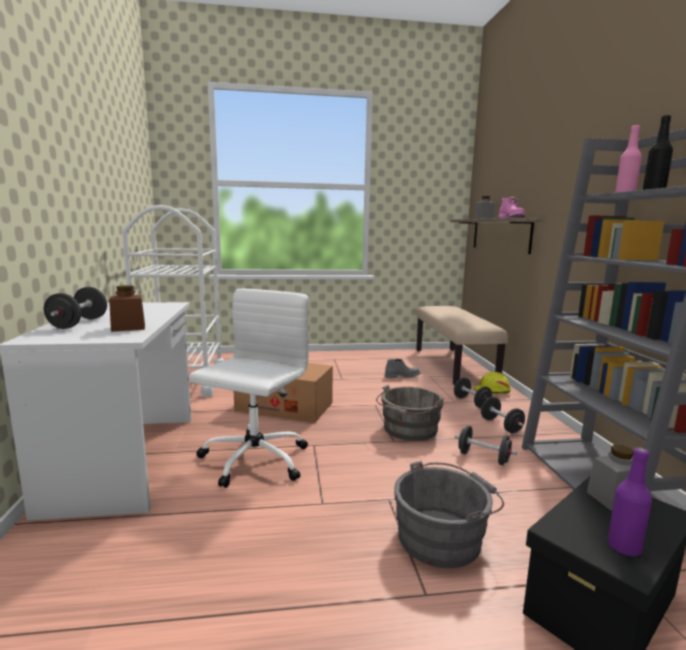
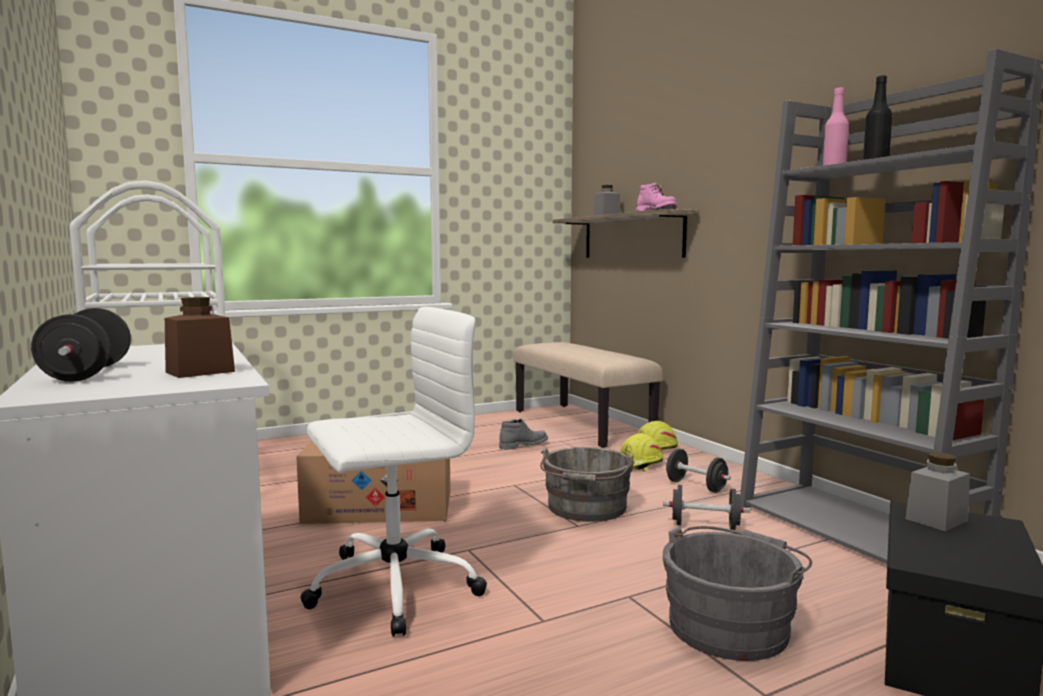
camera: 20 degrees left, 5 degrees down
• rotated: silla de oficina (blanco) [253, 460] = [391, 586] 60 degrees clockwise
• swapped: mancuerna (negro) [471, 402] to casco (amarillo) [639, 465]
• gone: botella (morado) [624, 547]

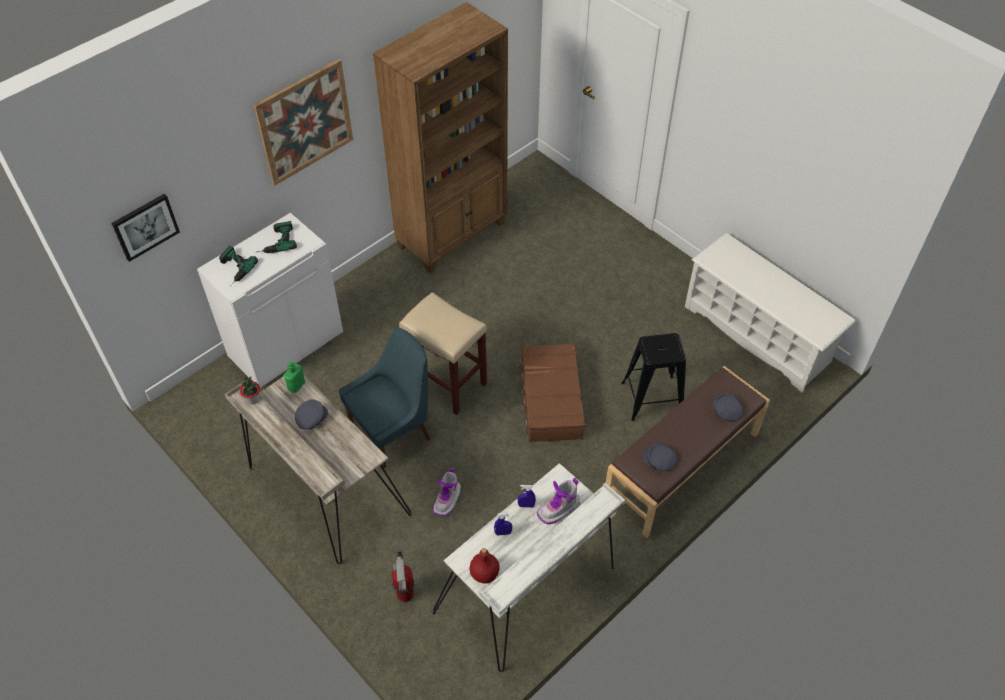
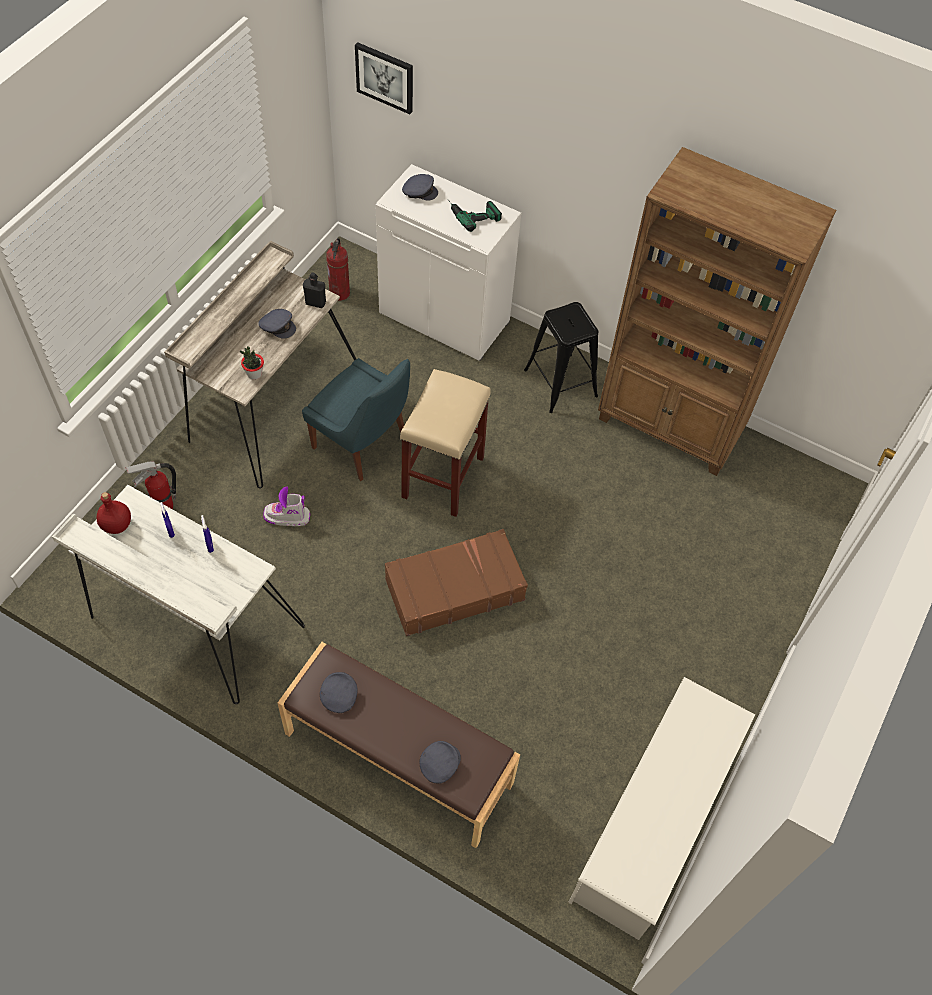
camera: 70 degrees right, 5 degrees up
• swapped: taladro [233, 270] to gorra (gris) [419, 191]
• shifted: planta en maceta [253, 399] to [254, 374]
• gone: cuadro [305, 122]
• repainted: botella (verde) [296, 385] to botella (negro) [315, 303]
• gone: bota [559, 509]
• shifted: taburete (negro) [652, 398] to [560, 383]
• new: extintor [340, 293]

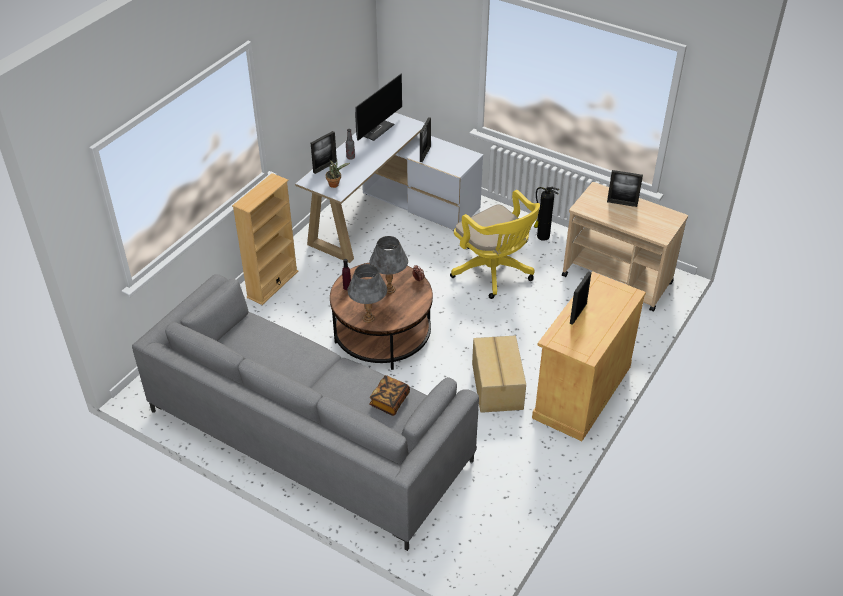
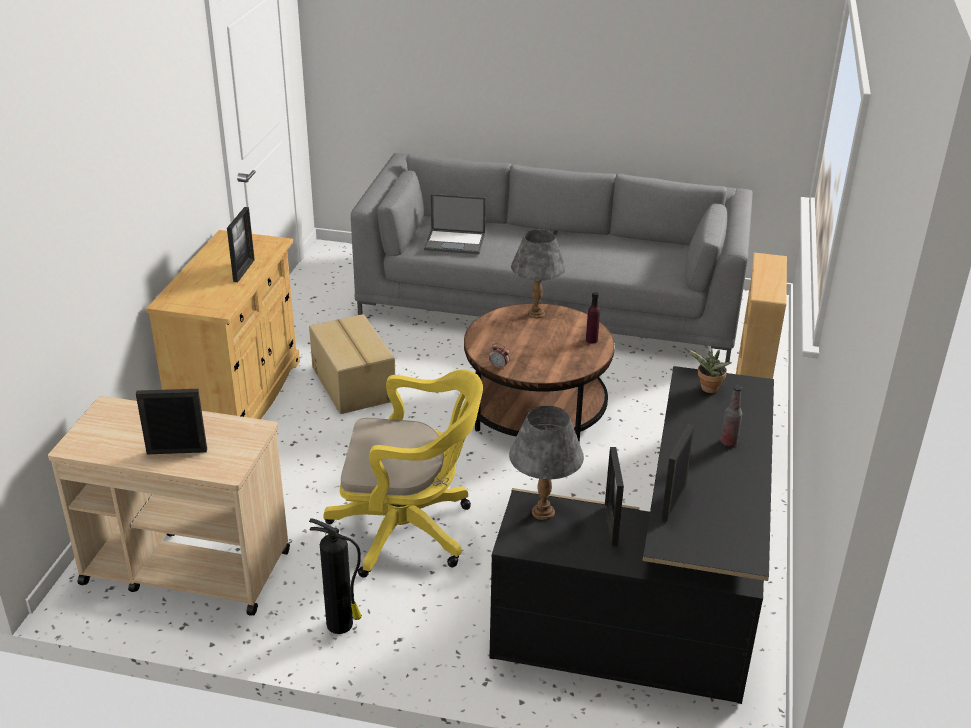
camera: 160 degrees right, 10 degrees down
• repainted: escritorio (blanco) [388, 215] to escritorio (negro) [659, 599]
• shifted: portarretratos [325, 167] to [673, 502]
• gone: monitor [375, 129]
• swapped: libro [389, 401] to portátil [455, 242]
• shifted: lámpara de mesa (gris) [389, 289] to [543, 512]
• rotated: silla de oficina (amarillo) [494, 273] = [409, 530] 150 degrees clockwise

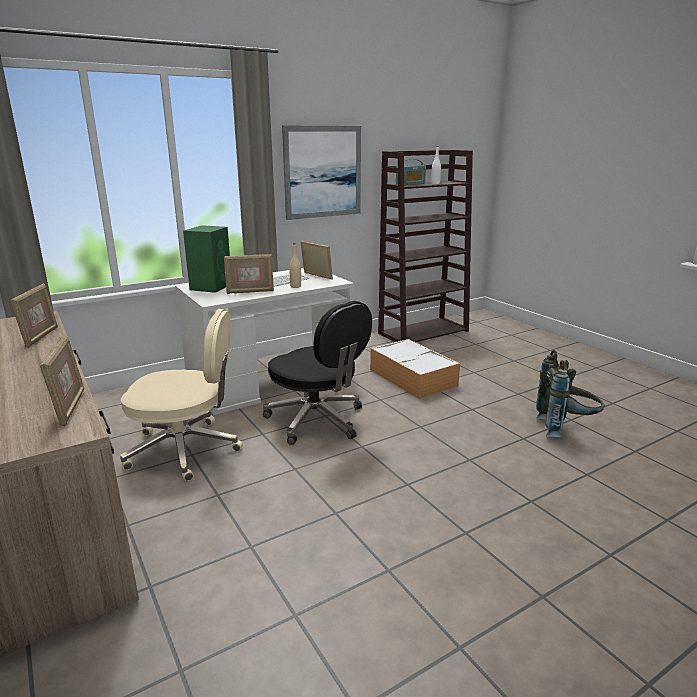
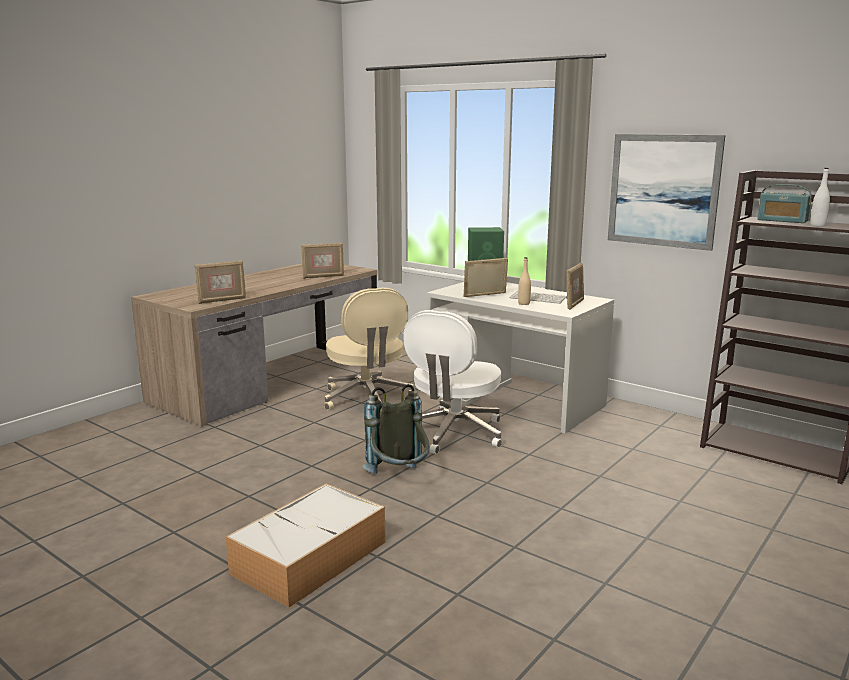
camera: 70 degrees right, 5 degrees down
• rotated: portarretratos [250, 292] = [485, 295] 105 degrees clockwise
• repainted: silla de oficina (negro) [317, 420] to silla de oficina (blanco) [454, 433]
• shifted: caja de almacenaje [413, 378] to [309, 559]
• shifted: mochila (gris) [565, 428] to [399, 478]

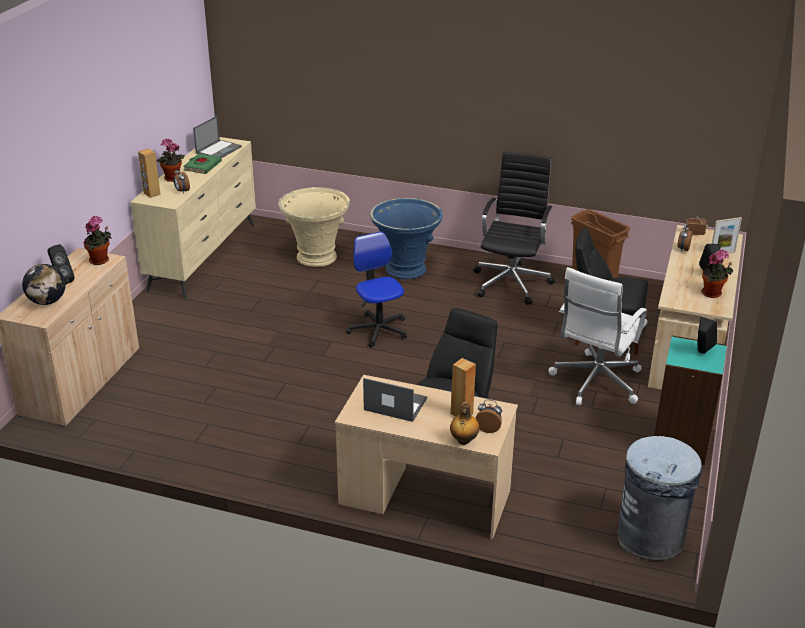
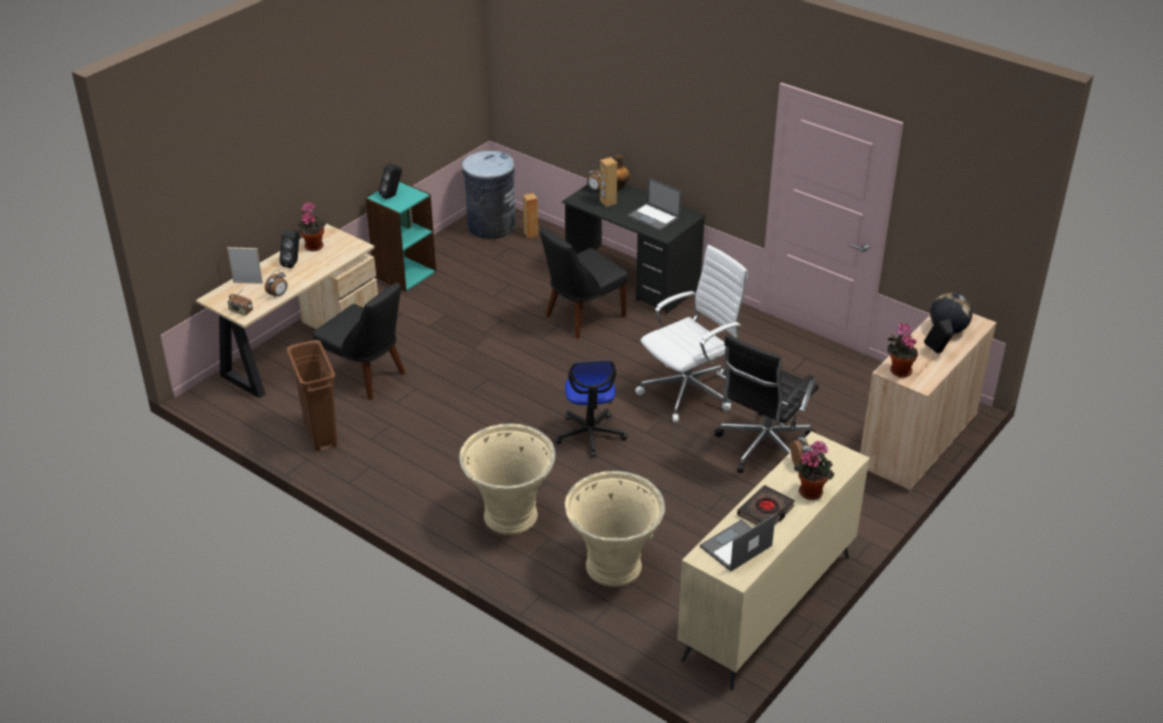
camera: 160 degrees left, 5 degrees up
• shifted: altavoz (marrón) [151, 194] to [531, 234]
• repainted: libro (verde) [202, 166] to libro (negro) [766, 511]
• repainted: escritorio (beis) [424, 497] to escritorio (negro) [632, 279]
• repainted: maceta (azul) [406, 269] to maceta (beis) [509, 517]
• shifted: silla de oficina (negro) [512, 282] to [763, 447]
• shifted: silla de oficina (blanco) [595, 382] to [689, 391]

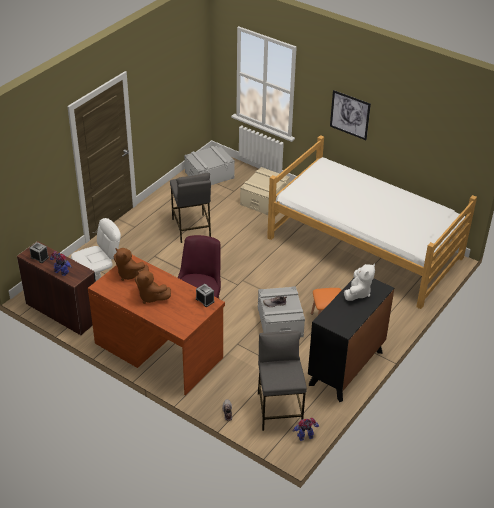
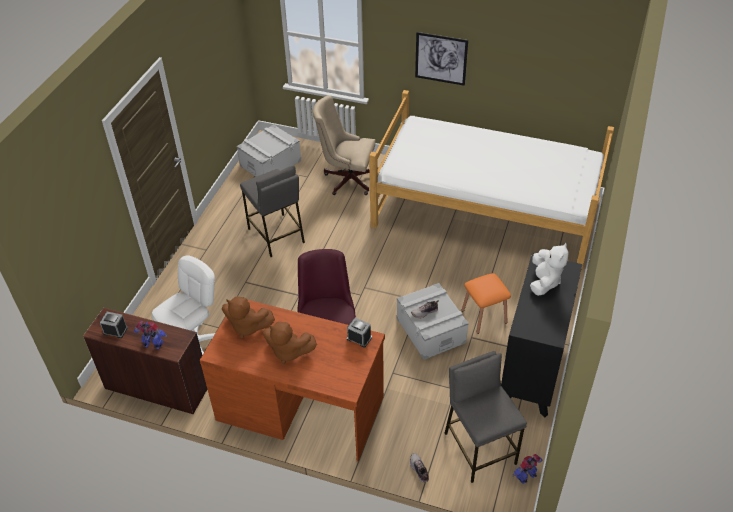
camera: 15 degrees left, 5 degrees up
• swapped: caja de almacenaje (beis) [264, 199] to silla de oficina (beis) [347, 179]

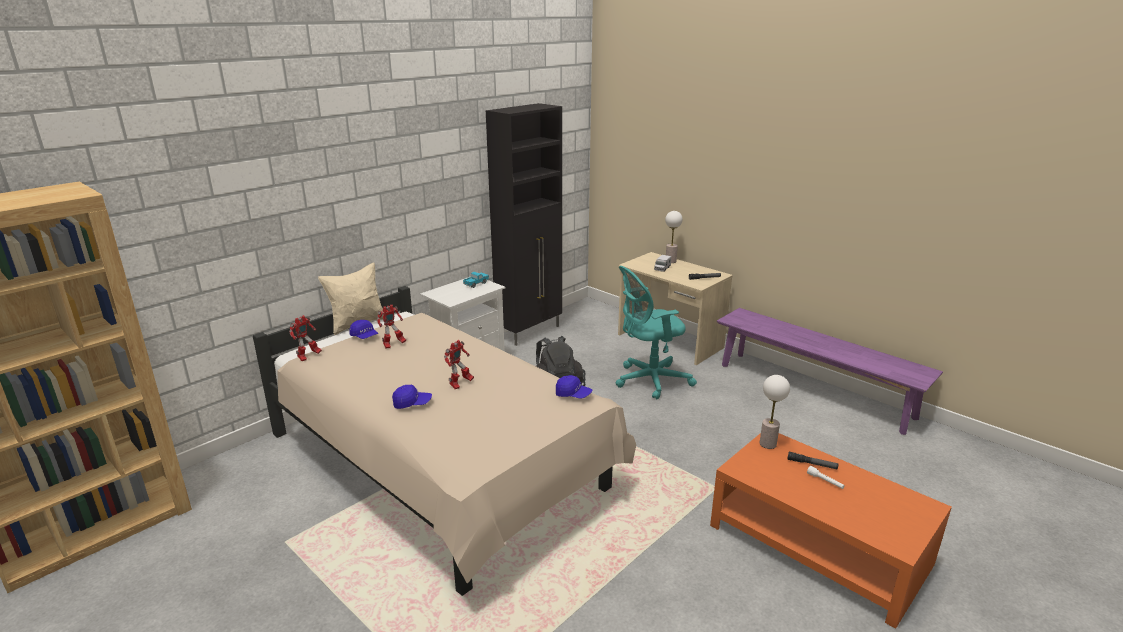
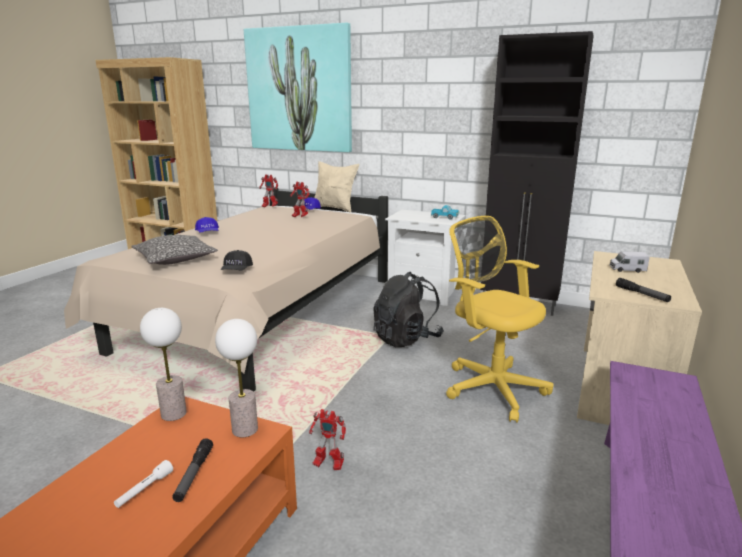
camera: 70 degrees right, 5 degrees down
• shifted: robot de juguete [460, 384] to [327, 465]
• repainted: gorra (azul) [573, 394] to gorra (negro) [237, 270]
• repainted: silla de oficina (turquesa) [649, 380] to silla de oficina (amarillo) [491, 387]
• shifted: lámpara de mesa [670, 261] to [173, 413]
• new: cojín [175, 259]
• new: cuadro [299, 90]

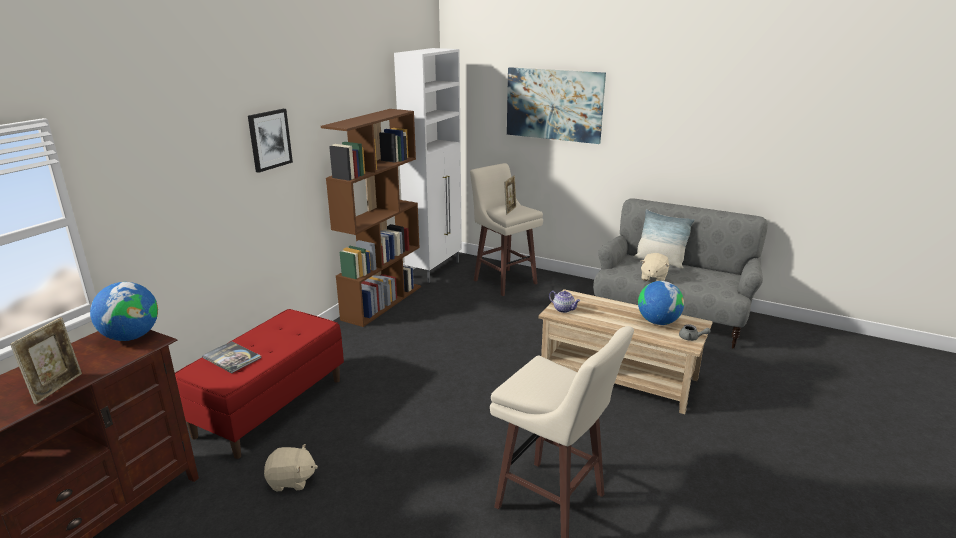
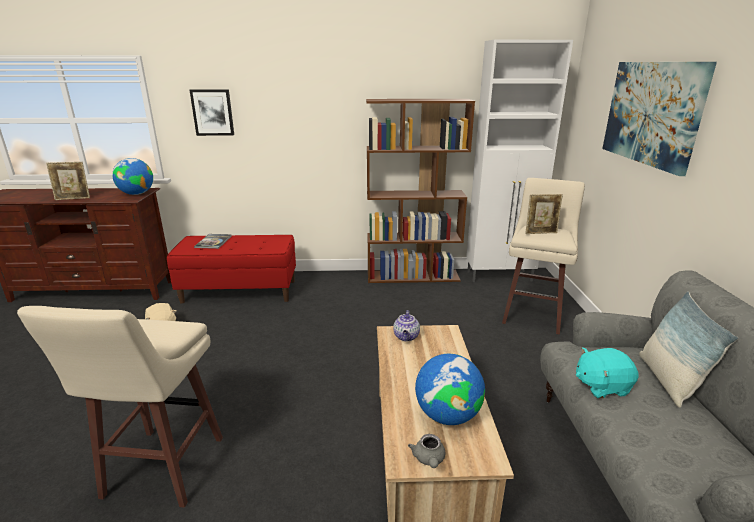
camera: 60 degrees right, 0 degrees up
• shifted: cuadro [269, 139] to [212, 112]
• repainted: peluche (beis) [653, 278] to peluche (turquesa) [601, 386]

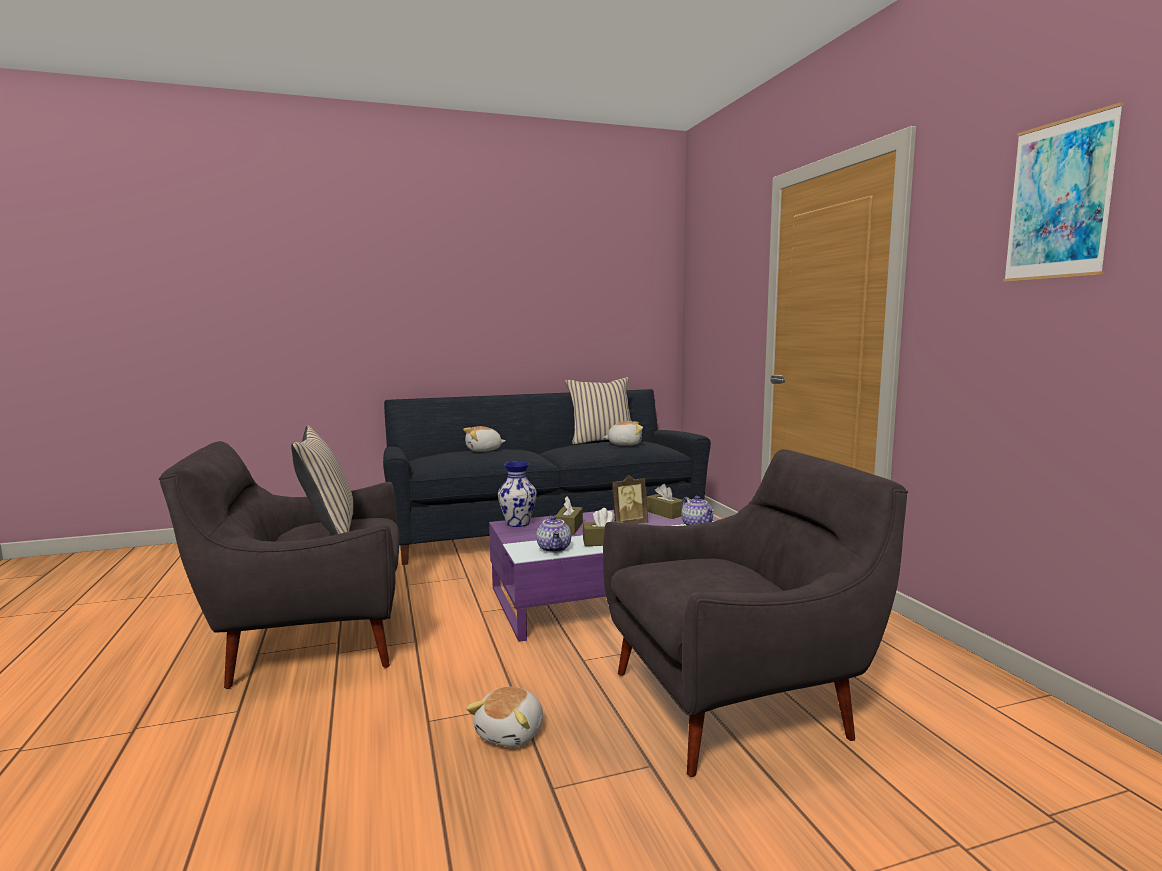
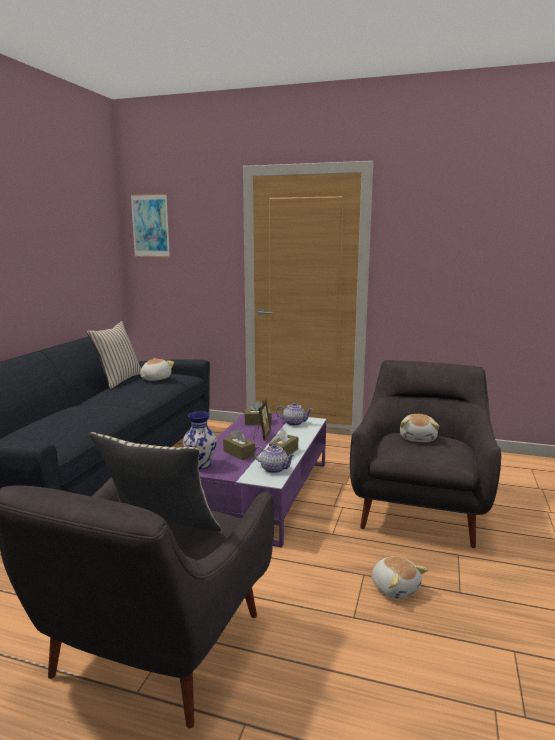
camera: 55 degrees left, 5 degrees up
• shifted: peluche [484, 450] to [418, 438]
• shifted: cuadro [1059, 200] to [150, 226]

